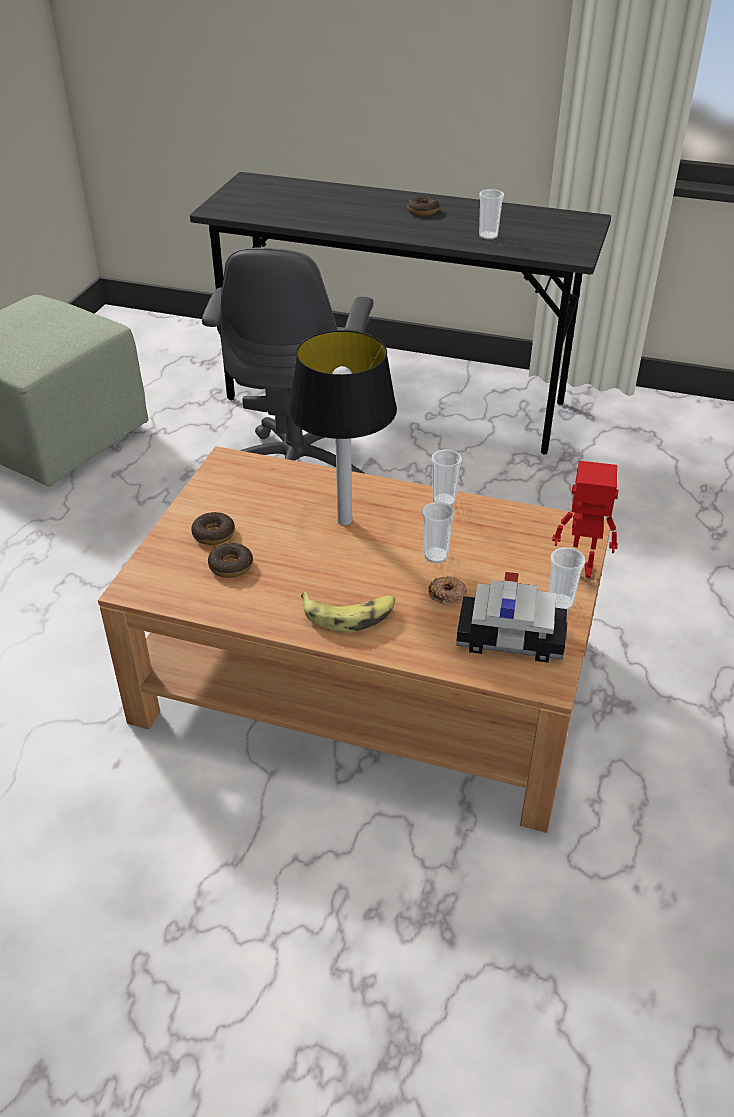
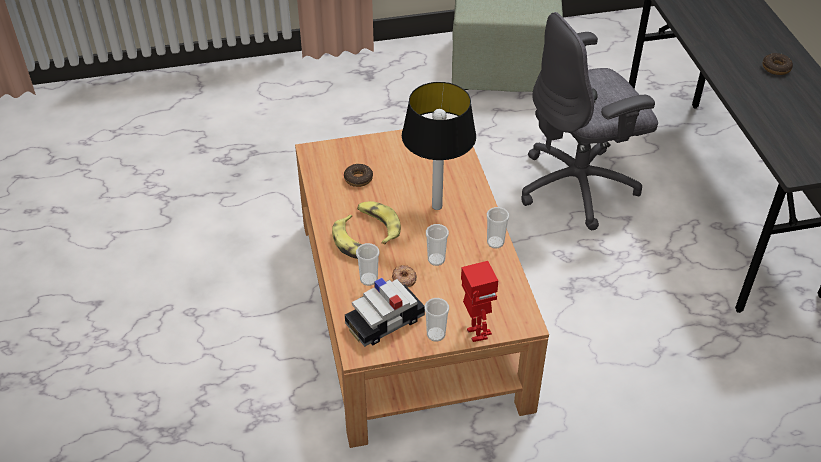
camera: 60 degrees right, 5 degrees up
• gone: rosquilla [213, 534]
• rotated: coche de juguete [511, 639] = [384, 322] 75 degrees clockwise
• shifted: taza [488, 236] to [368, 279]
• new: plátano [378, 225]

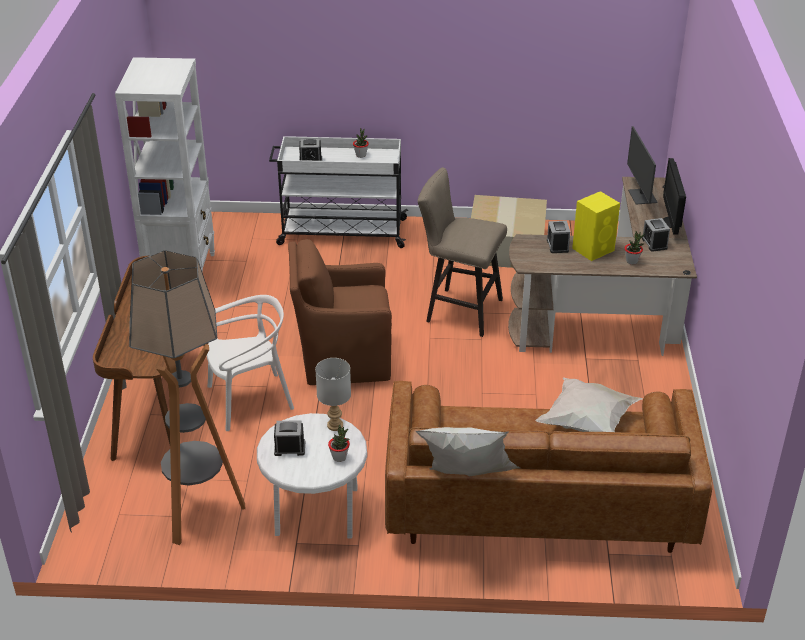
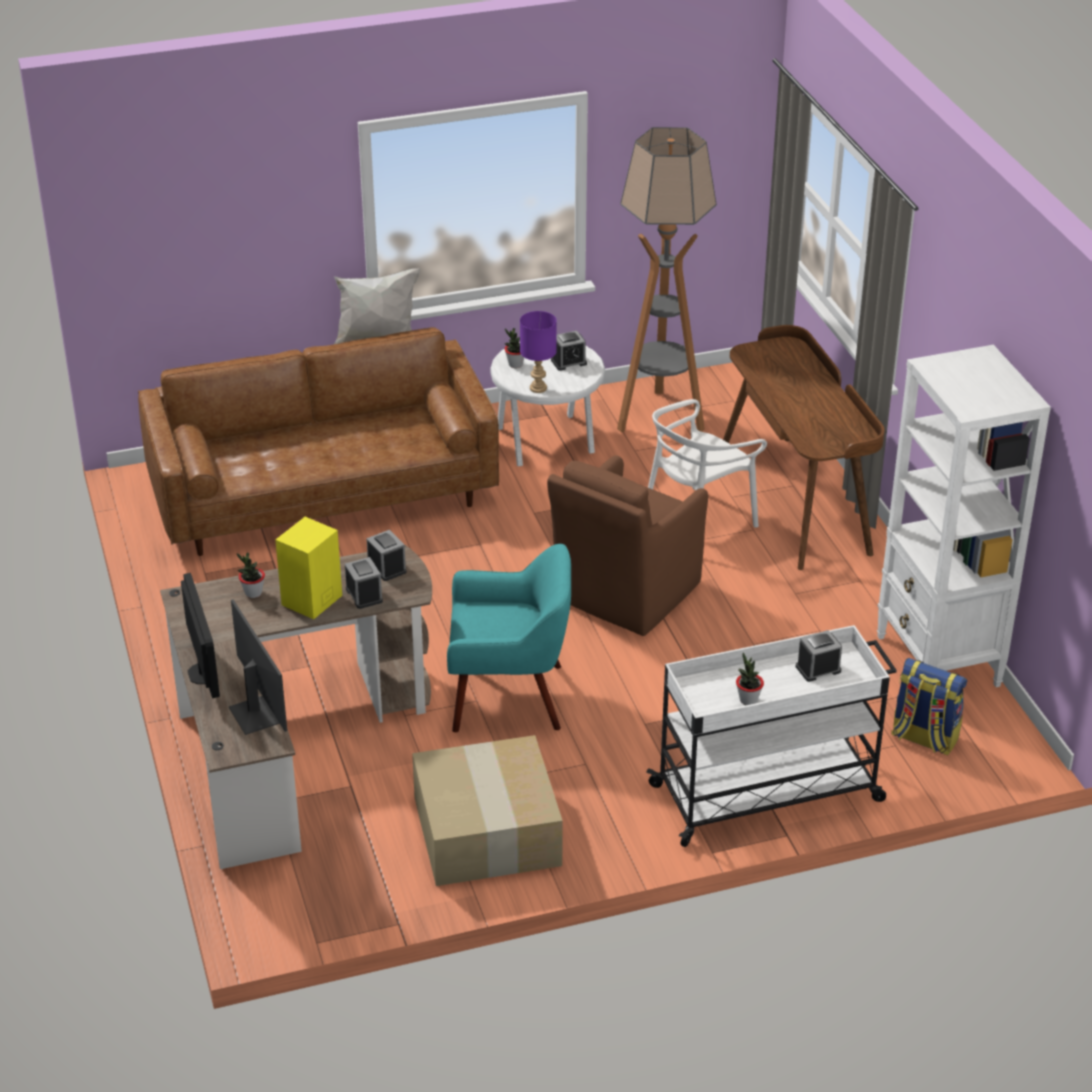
camera: 160 degrees right, 0 degrees up
• rotated: sillón (marrón) [342, 358] = [625, 593] 150 degrees clockwise
• repainted: lámpara de mesa (gris) [334, 425] to lámpara de mesa (morado) [538, 388]
• swapped: taburete (beis) [458, 310] to sillón (turquesa) [510, 696]
• gone: cojín (blanco) [588, 423]
• shifted: despertador [654, 243] to [386, 567]
• new: mochila [923, 738]

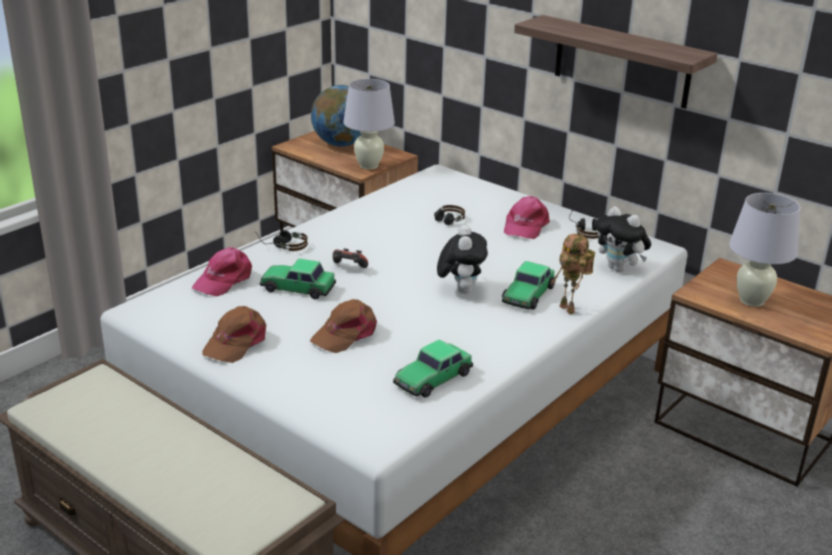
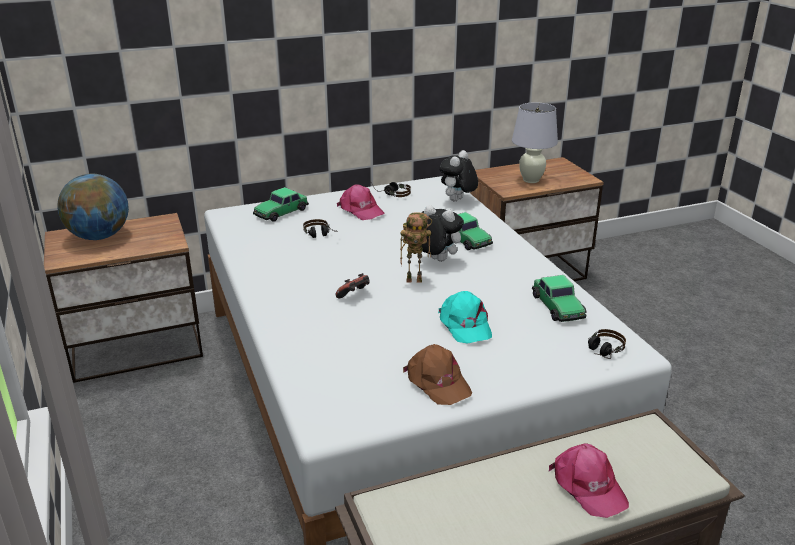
camera: 60 degrees left, 0 degrees up
• shifted: gorra (rosa) [224, 280] to [588, 486]
• shifted: auriculares [282, 245] to [601, 352]
• shifted: coche de juguete [297, 288] to [281, 212]
• repainted: gorra (marrón) [346, 334] to gorra (turquesa) [465, 325]
• gone: lámpara de mesa (blanco) [369, 166]
• gone: estante [622, 62]
• shifted: robot de juguete [569, 309] to [415, 280]
• rotated: peluche [619, 269] = [457, 201] 135 degrees clockwise

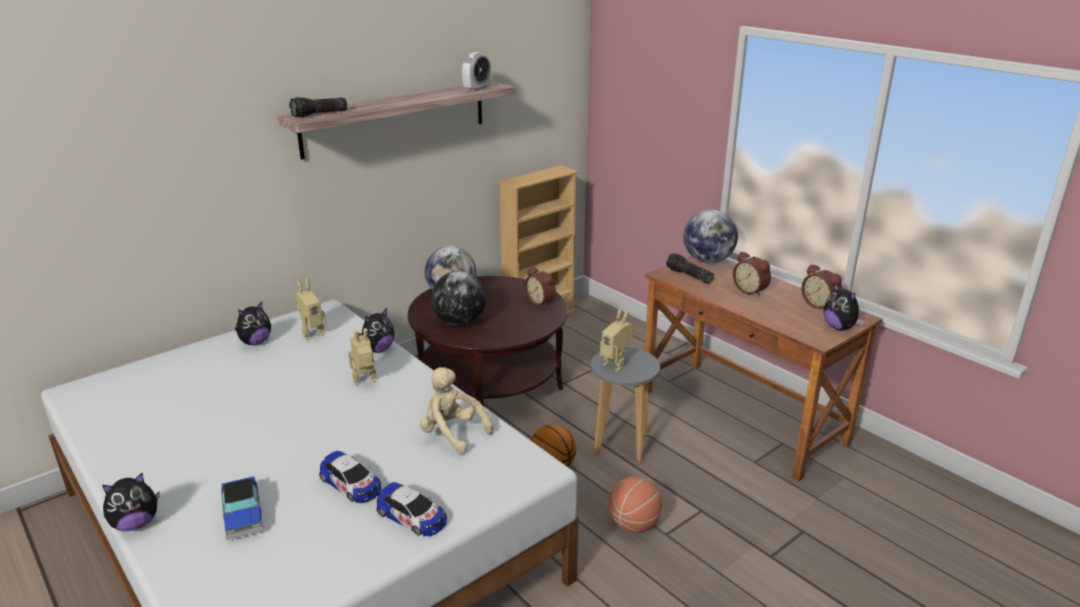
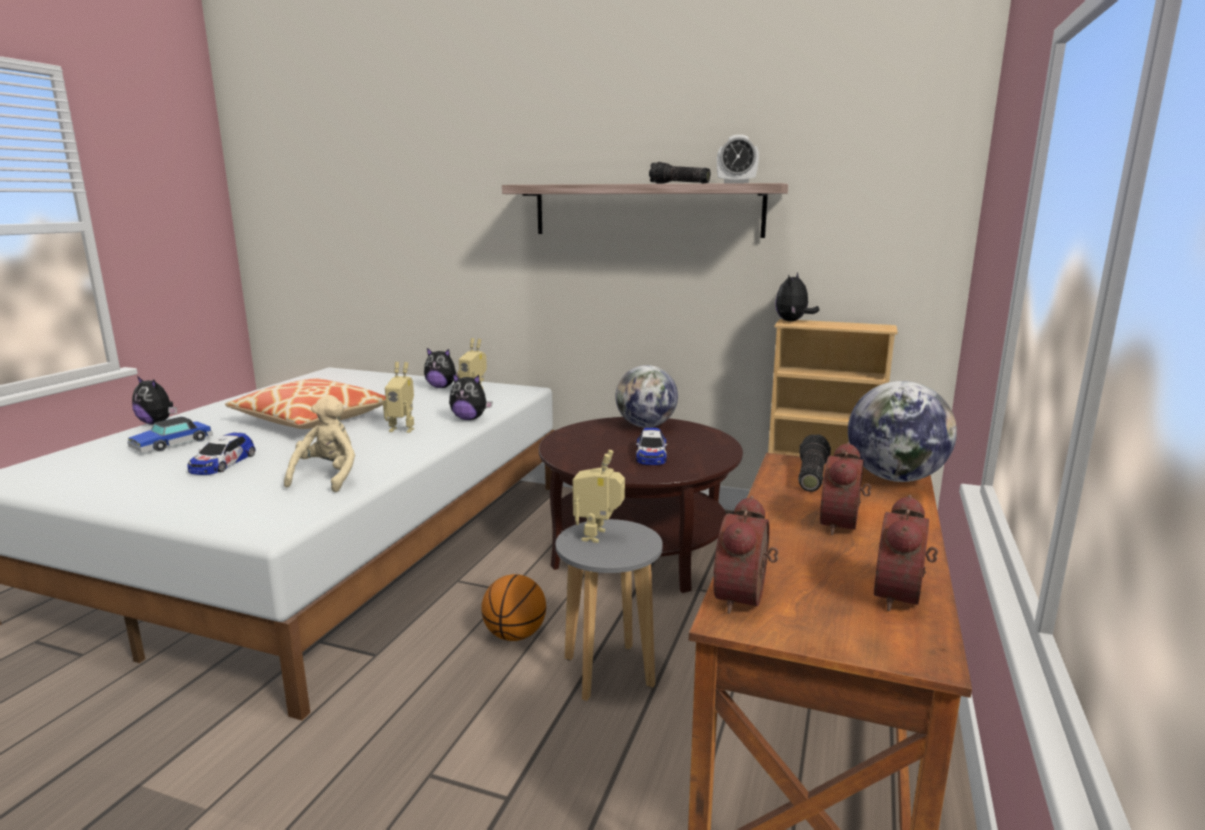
camera: 60 degrees right, 10 degrees down
• shifted: linterna [319, 114] to [678, 183]
• rotated: robot de juguete [365, 383] = [403, 429] 150 degrees clockwise
• shifted: coche de juguete [412, 516] to [651, 455]
• gone: globo terráqueo [460, 322]
• shifted: despertador [541, 302] to [746, 598]
• gone: balón de baloncesto [633, 524]
• shifted: peluche [839, 327] to [792, 321]
• new: cojín [313, 419]

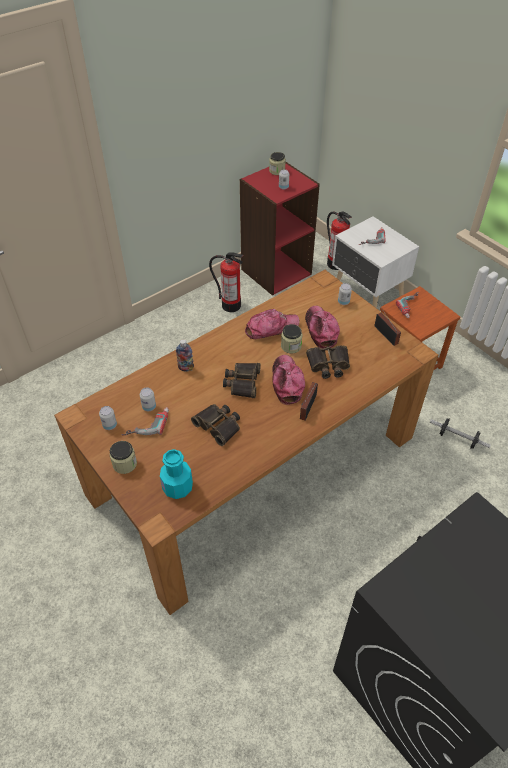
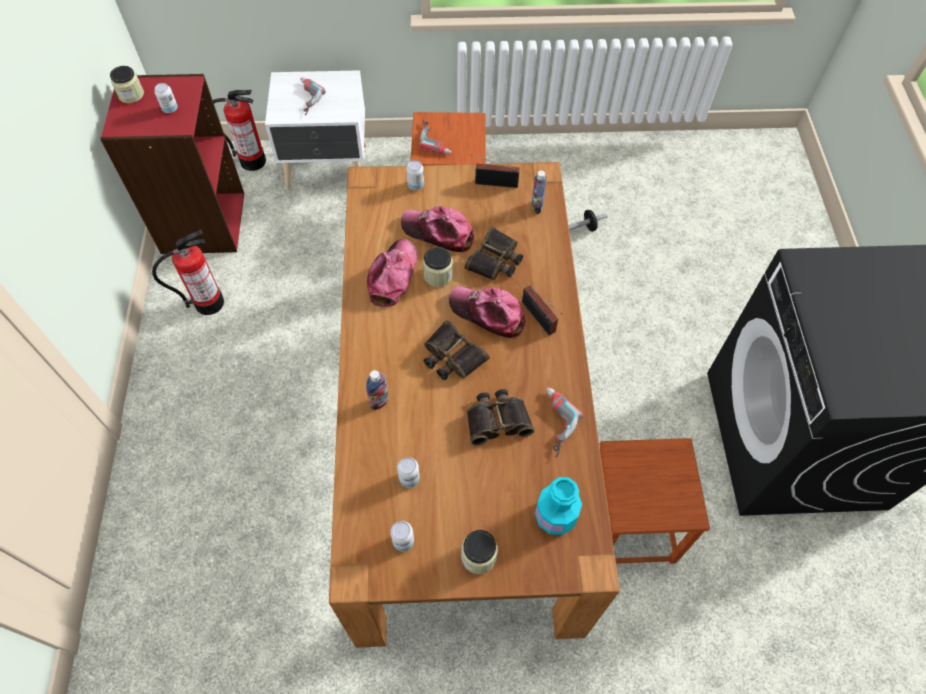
camera: 55 degrees left, 10 degrees up
• shifted: taladro [147, 423] to [552, 423]
• new: botella [536, 207]
• new: taburete (marrón) [630, 524]

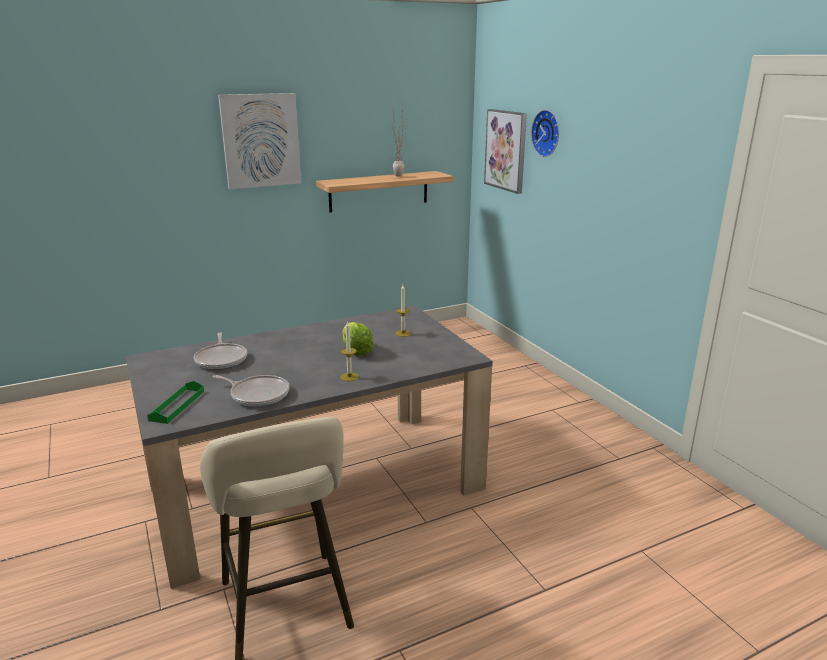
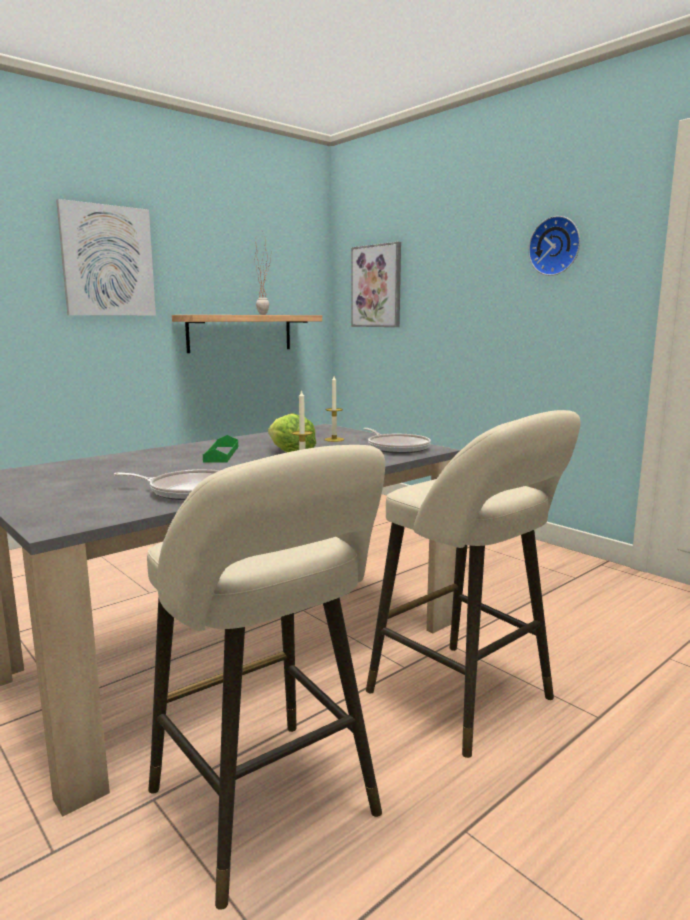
camera: 15 degrees left, 10 degrees down
• shifted: bandeja (verde) [177, 405] to [221, 454]
• shifted: sartén [221, 359] to [397, 448]
• shifted: reloj de pared [547, 133] to [556, 246]
• new: taburete (beis) [468, 699]

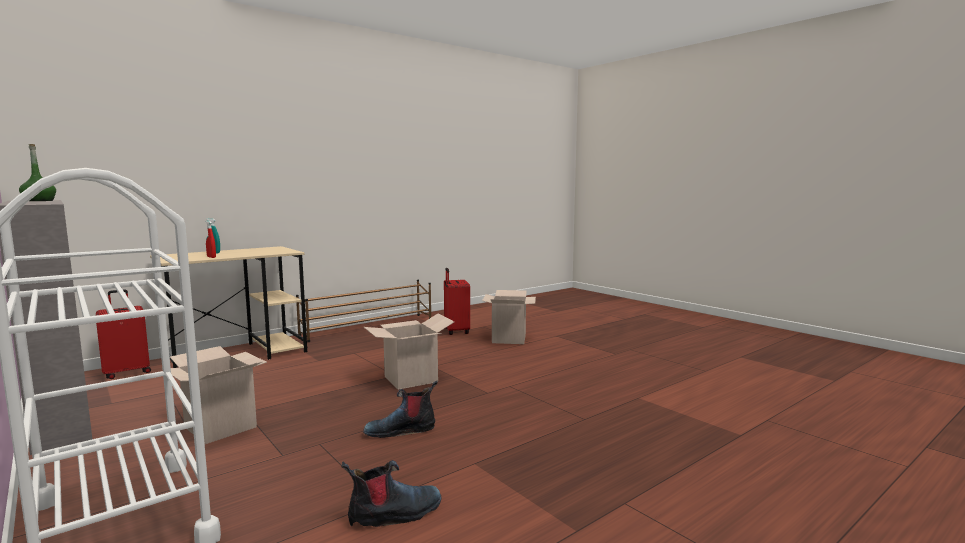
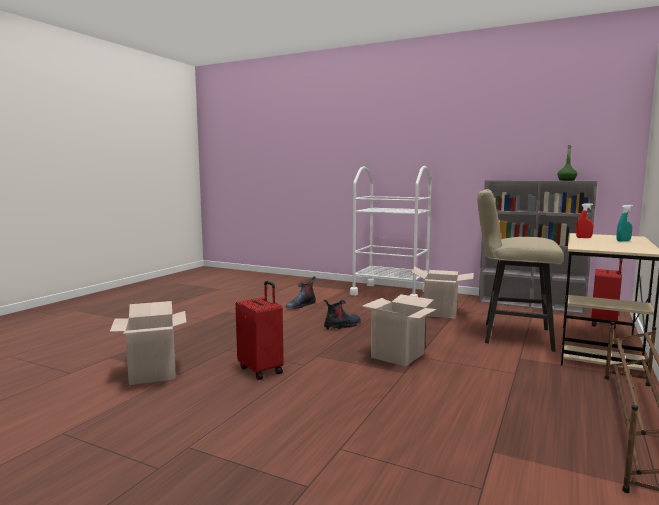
camera: 155 degrees right, 0 degrees up
• shifted: maleta (rojo) [455, 331] to [261, 370]
• shifted: caja de cartón [509, 338] to [153, 373]
• new: taburete (beis) [511, 335]

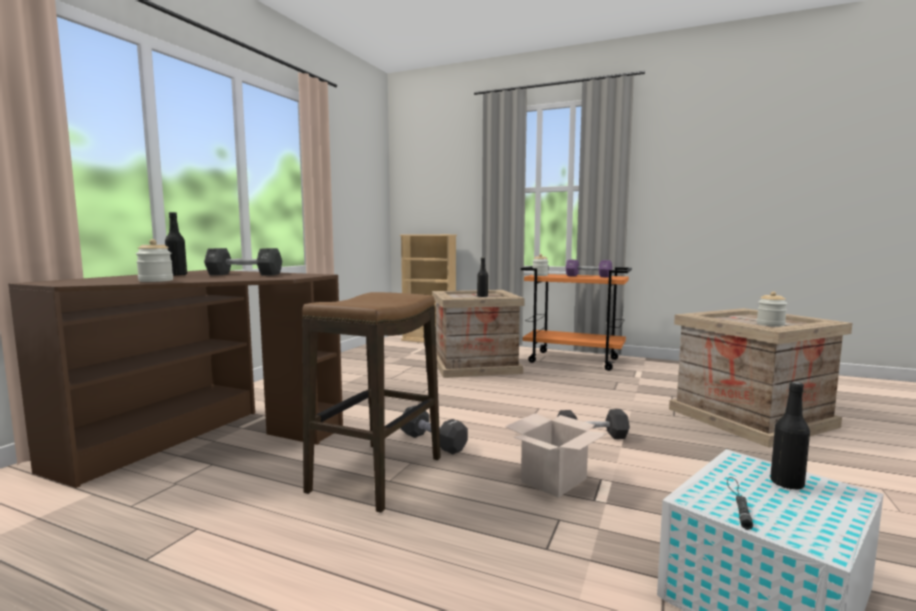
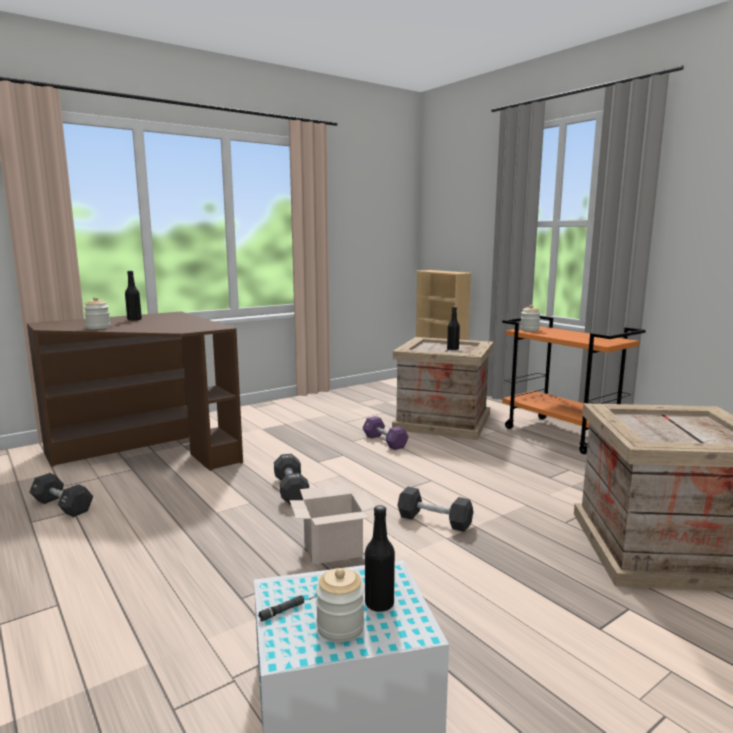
camera: 30 degrees right, 5 degrees up
• shifted: mancuerna (negro) [244, 274] to [62, 506]
• gone: taburete [377, 475]
• shifted: mancuerna (morado) [588, 276] to [385, 441]
• shifted: tarro [770, 324] to [340, 627]

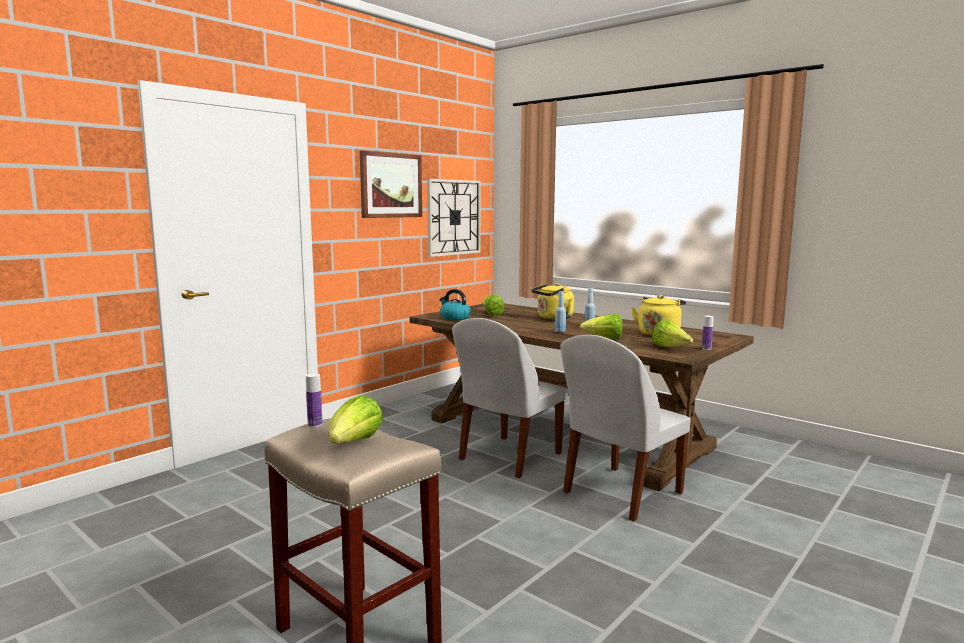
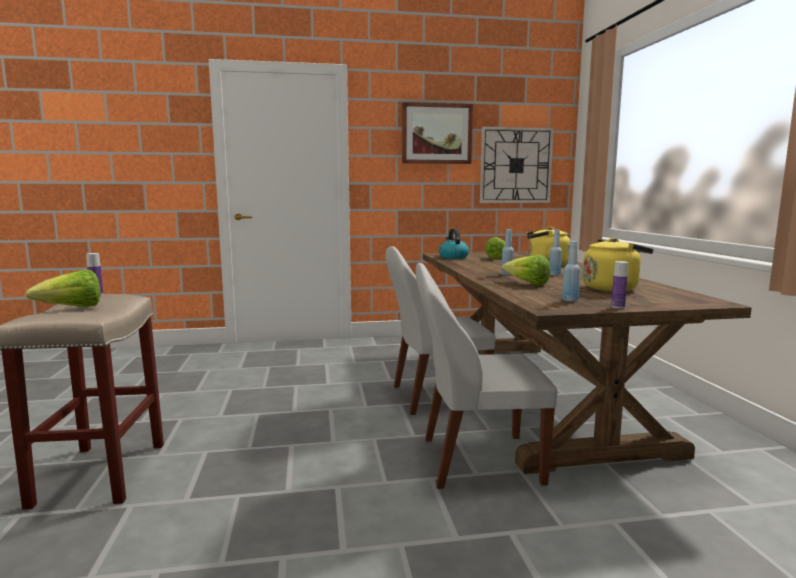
camera: 40 degrees right, 0 degrees up
• swapped: lechuga [670, 348] to botella (azul) [570, 300]

